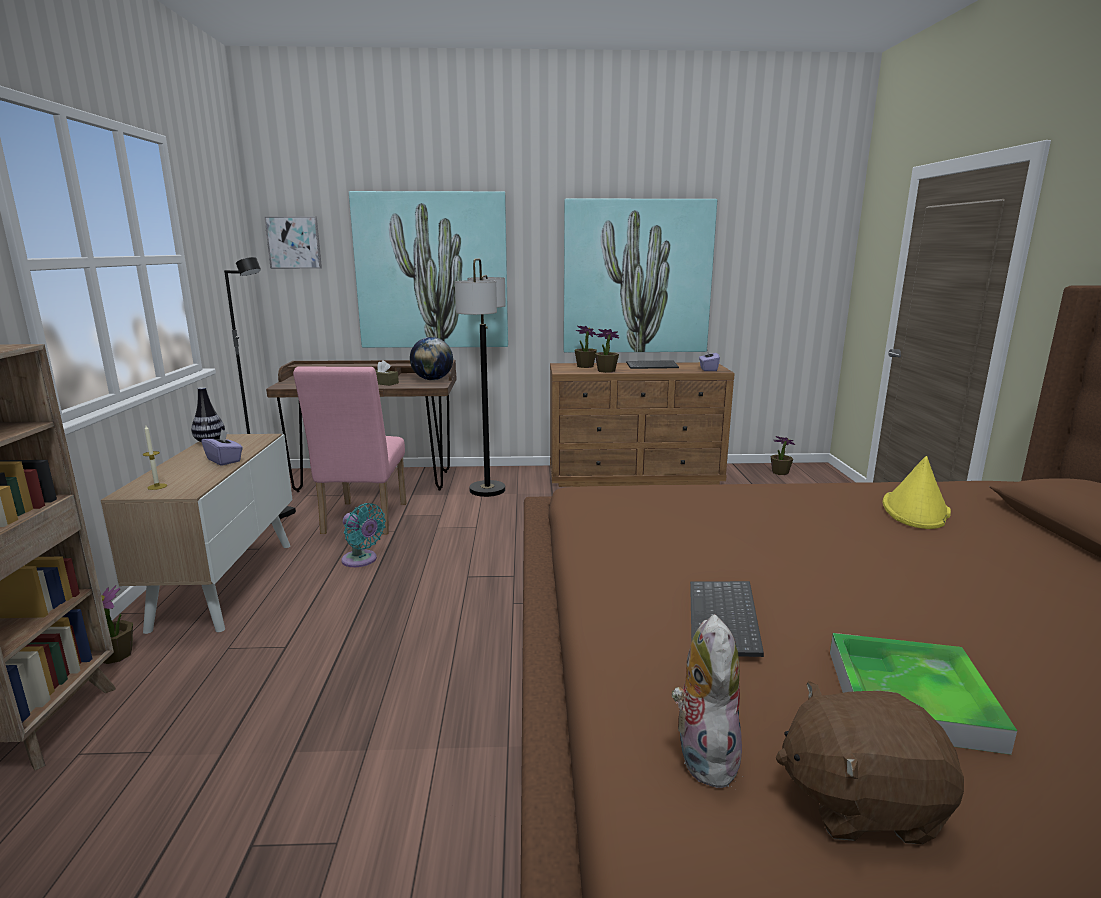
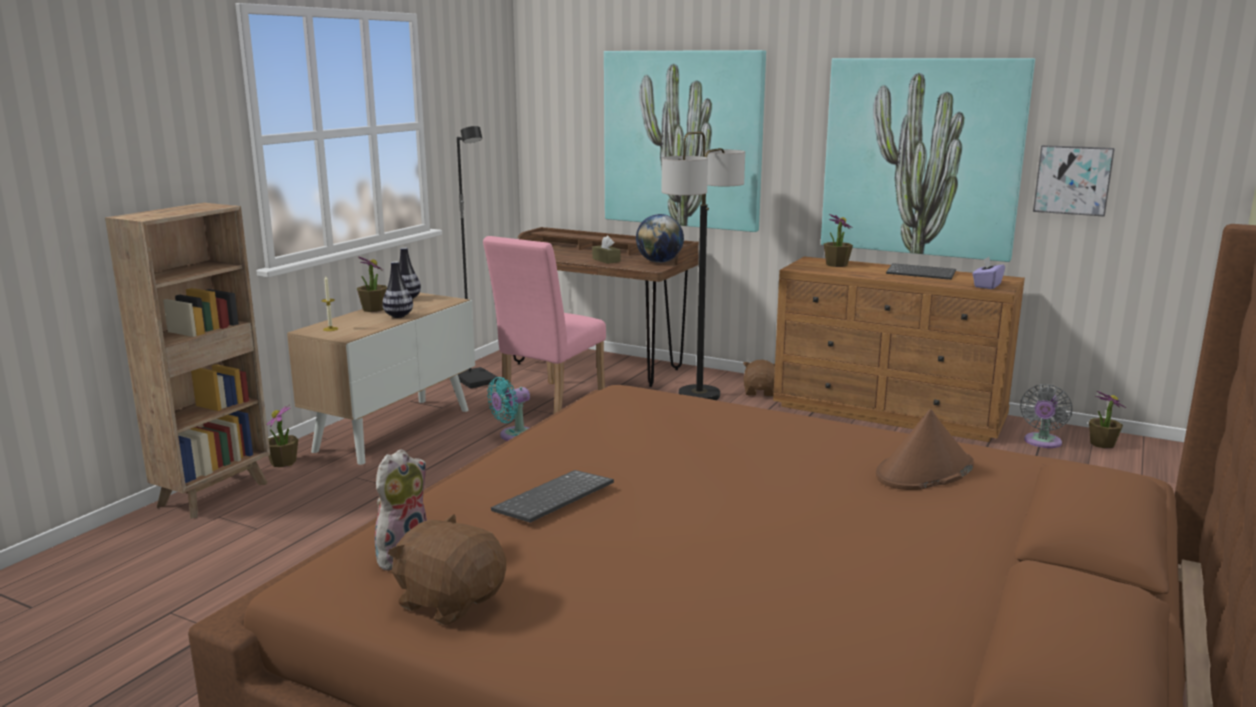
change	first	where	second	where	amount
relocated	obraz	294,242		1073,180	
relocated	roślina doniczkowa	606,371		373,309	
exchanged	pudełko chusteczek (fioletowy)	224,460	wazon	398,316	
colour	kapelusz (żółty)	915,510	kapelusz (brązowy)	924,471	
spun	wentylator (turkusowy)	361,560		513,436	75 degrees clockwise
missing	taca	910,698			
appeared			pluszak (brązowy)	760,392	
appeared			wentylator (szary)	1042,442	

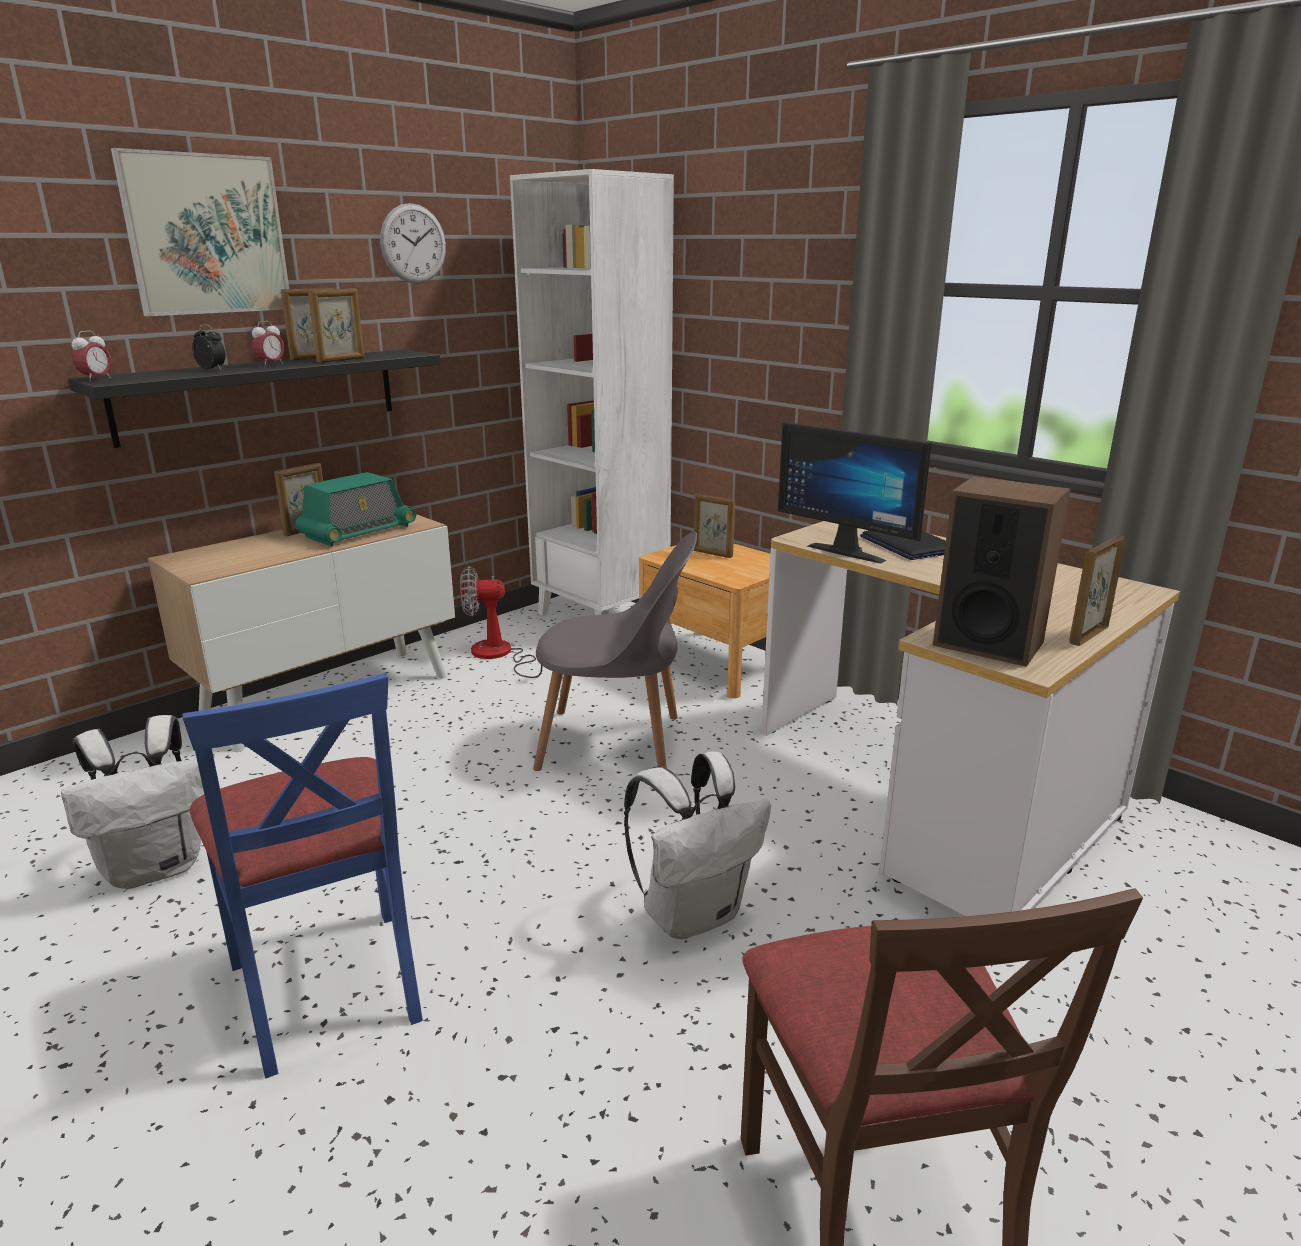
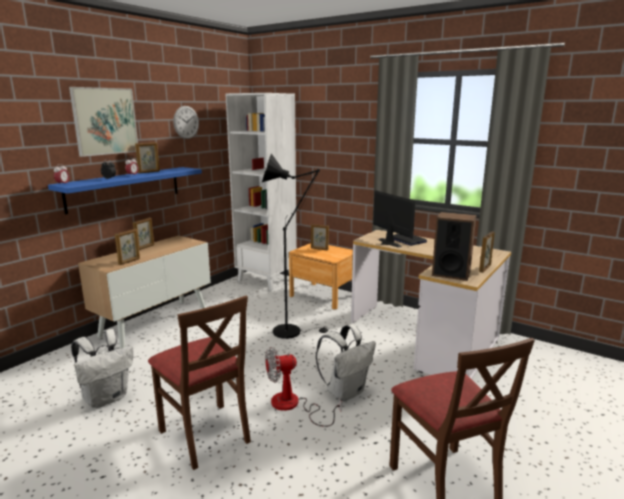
change	first	where	second	where	amount
relocated	ramka na zdjęcie	341,360		129,261	
colour	półka (czarny)	261,395	półka (niebieski)	125,188	
spun	monitor	850,550		386,243	150 degrees counterclockwise
missing	radio	358,532			
exchanged	krzesło (szary)	617,743	lampa stojąca (czarny)	292,331	
relocated	wentylator	500,655		293,406	
colour	krzesło (niebieski)	328,987	krzesło (brązowy)	205,434	

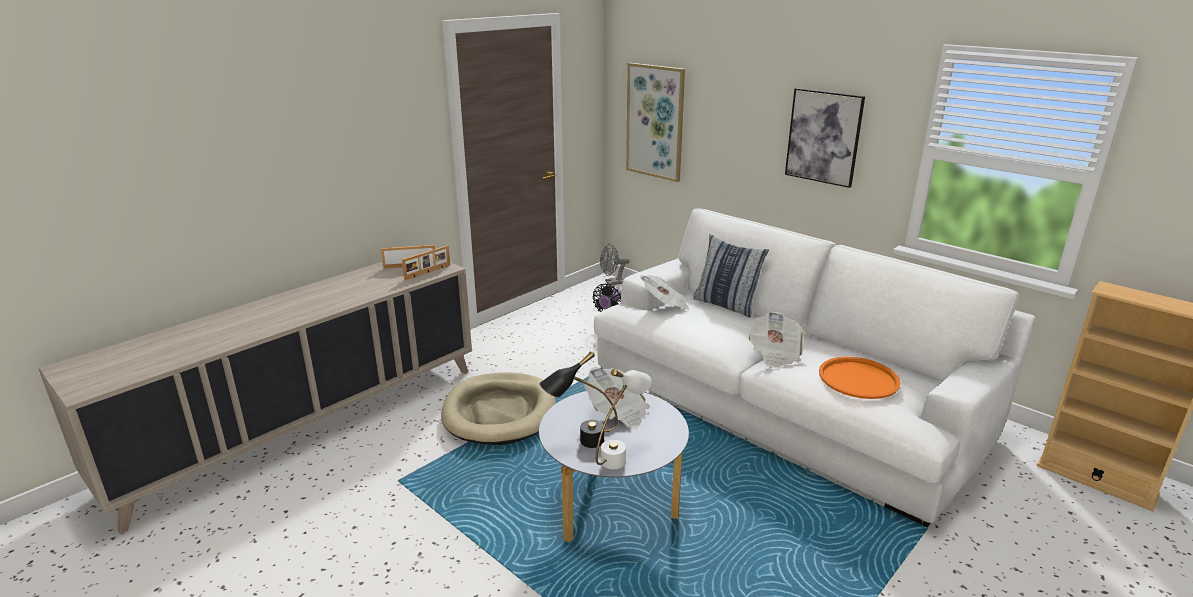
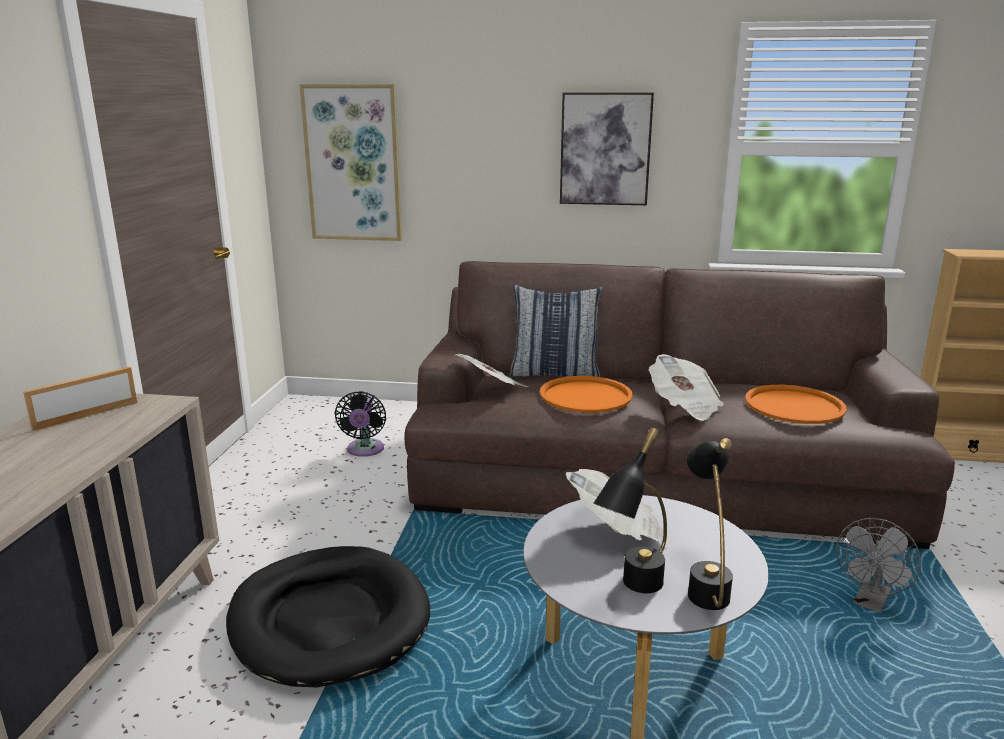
change	first	where	second	where	amount
colour	kanapa (biały)	784,400	kanapa (brązowy)	655,473	
relocated	wentylator (szary)	612,283		870,603	
missing	ramka na zdjęcie	428,272			
colour	lampa stołowa (biały)	620,455	lampa stołowa (czarny)	704,584	
colour	legowisko (beżowy)	500,412	legowisko (czarny)	329,620	
appeared			taca (pomarańczowy)	586,396	

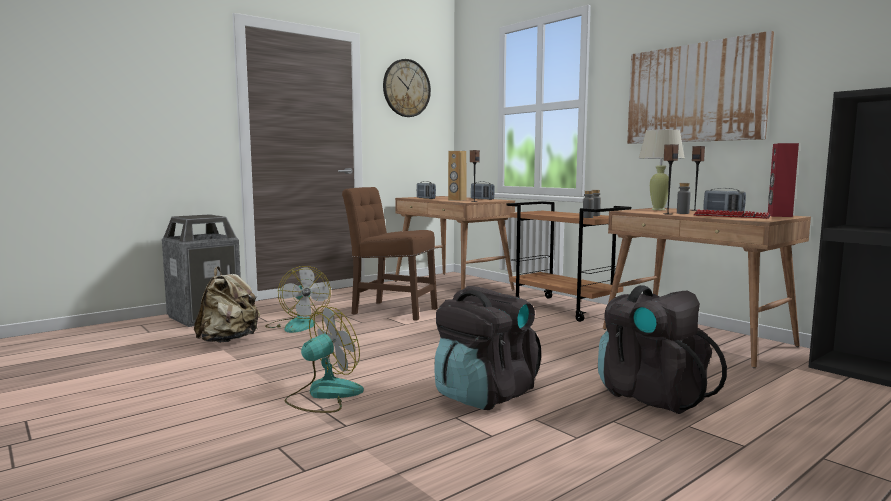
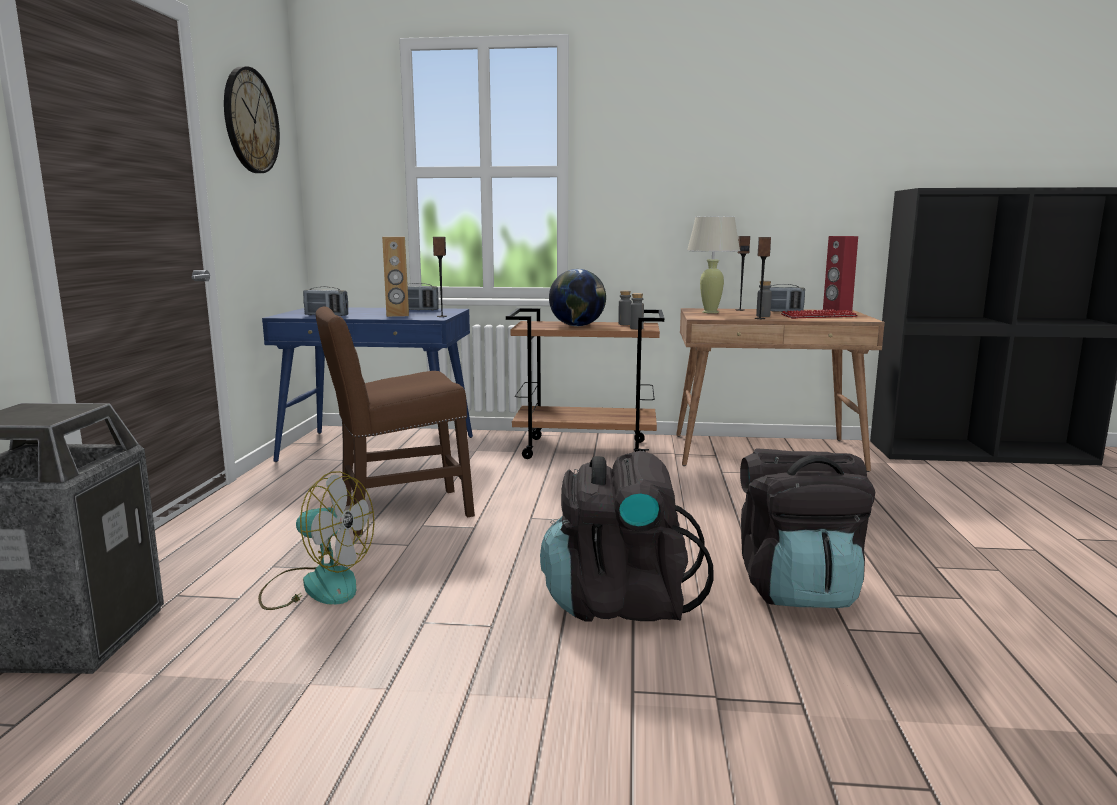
change	first	where	second	where	amount
missing	obraz	694,93			
colour	biurko (brązowy)	453,286	biurko (niebieski)	379,449	
missing	plecak (beżowy)	228,340			
relocated	plecak (czarny)	651,395		620,603	
missing	wentylator	324,395			
appeared			globus	577,326	

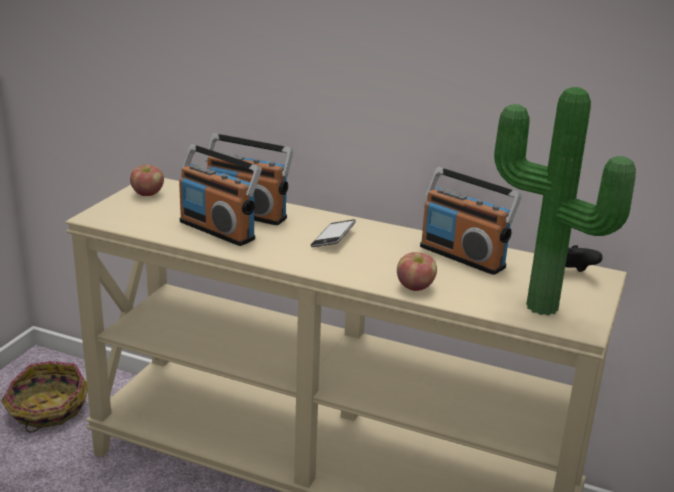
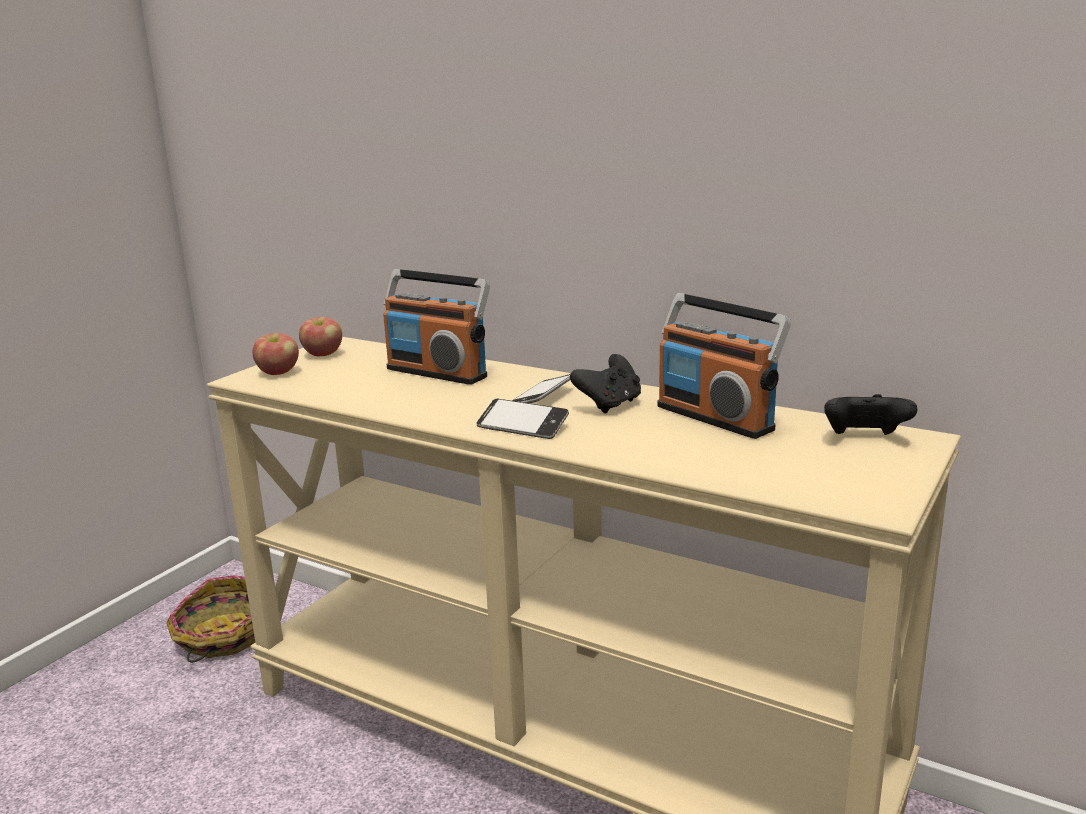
change	first	where	second	where	amount
missing	roślina doniczkowa	539,310			
missing	radio	218,230			
relocated	jabłko	415,287		278,372	
appeared			pad do gier (czarny)	609,405	
appeared			telefon	522,426	

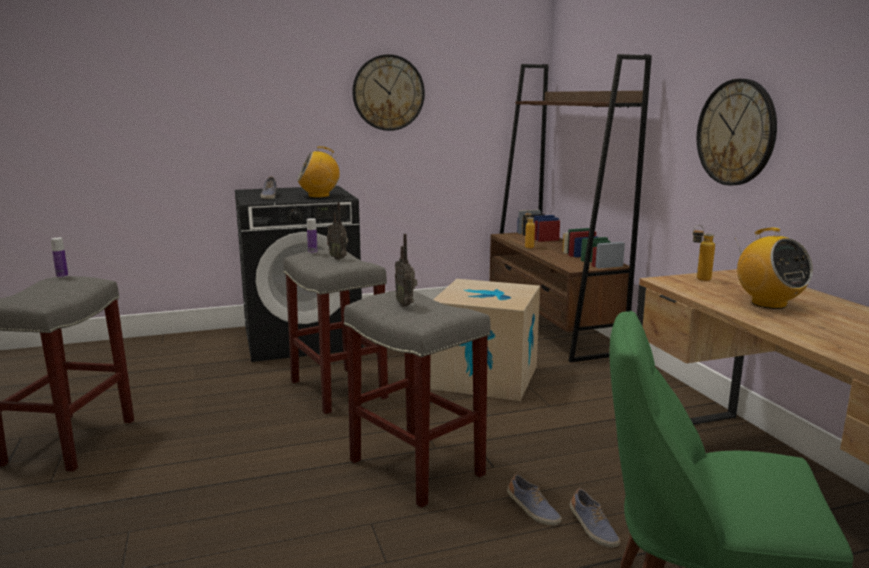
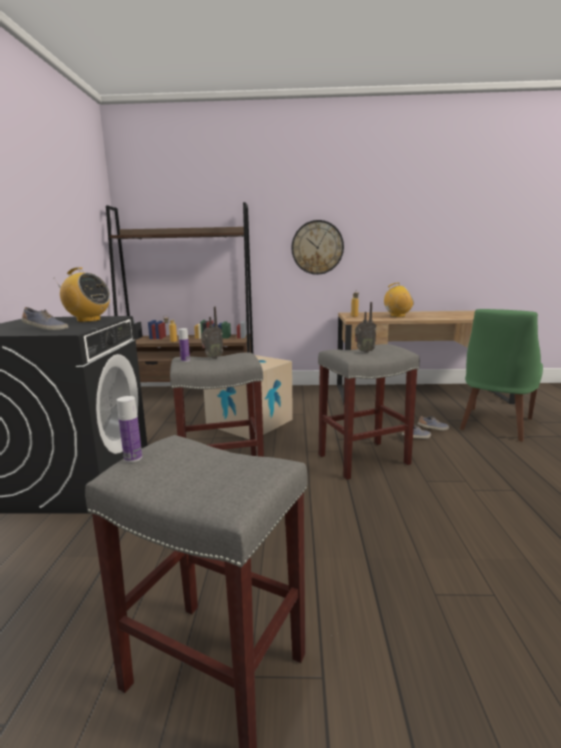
change	first	where	second	where	amount
missing	zegar ścienny	388,93			
spun	radio	319,196		88,320	75 degrees counterclockwise

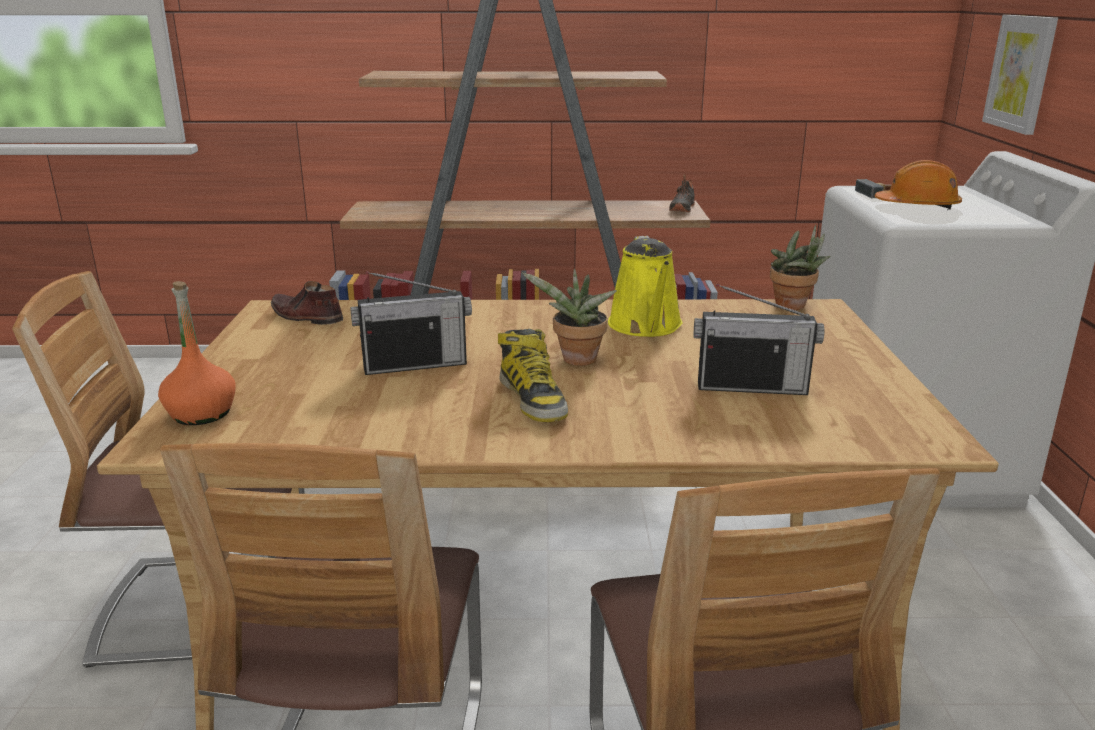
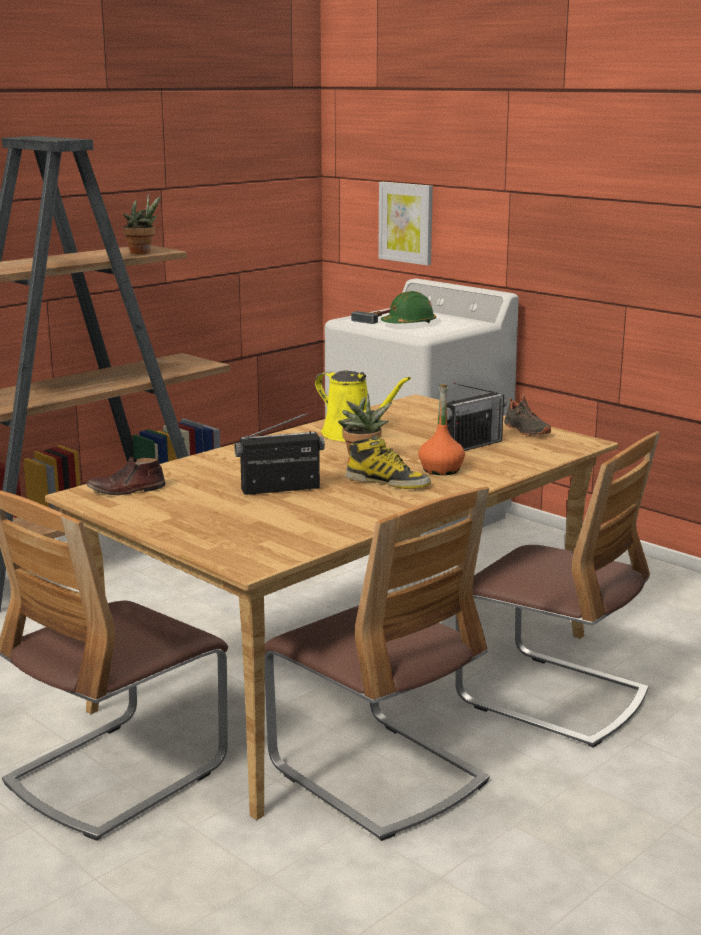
change	first	where	second	where	amount
colour	kask (pomarańczowy)	917,206	kask (zielony)	409,324	
relocated	but (czarny)	681,208		525,431	
relocated	roślina doniczkowa	793,307		143,253	
spun	radio	415,365		281,489	135 degrees counterclockwise
relocated	butelka (pomarańczowy)	202,413		441,470	

